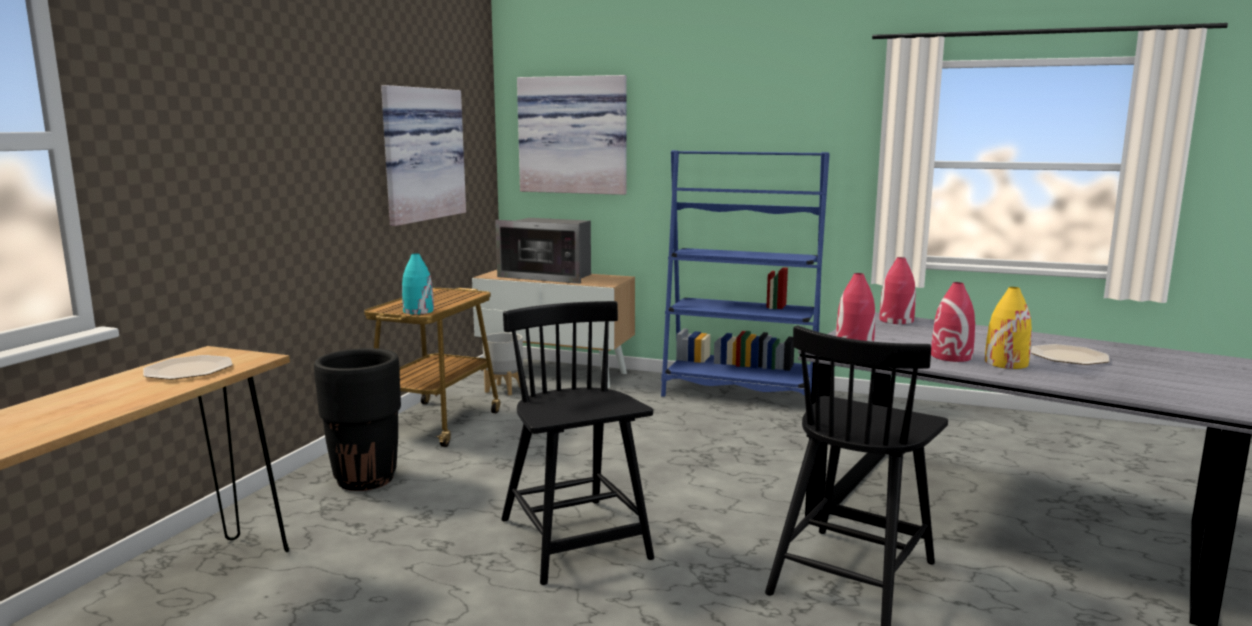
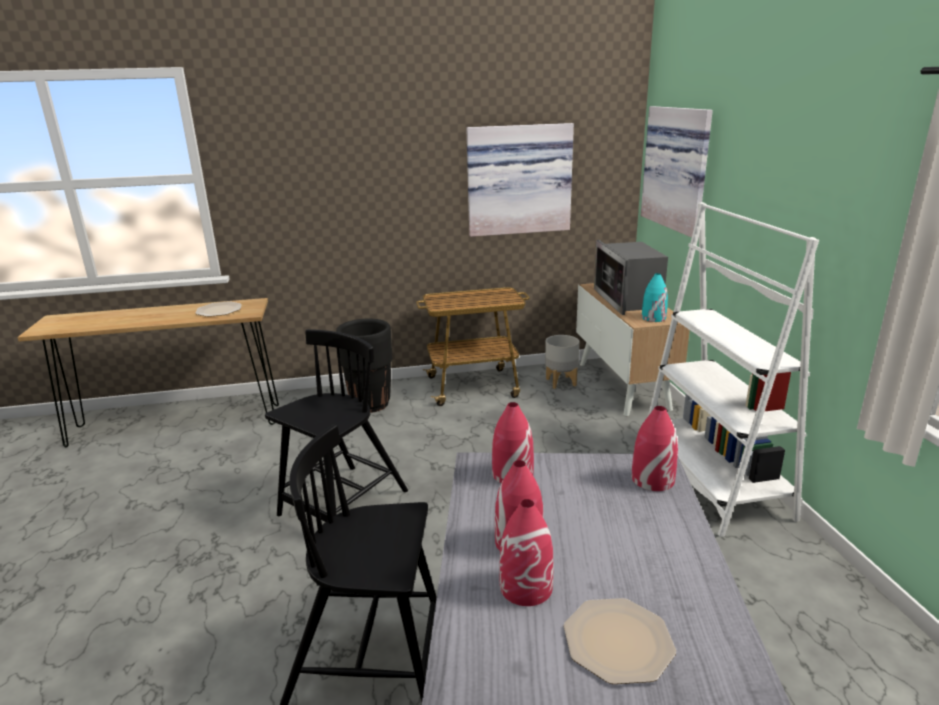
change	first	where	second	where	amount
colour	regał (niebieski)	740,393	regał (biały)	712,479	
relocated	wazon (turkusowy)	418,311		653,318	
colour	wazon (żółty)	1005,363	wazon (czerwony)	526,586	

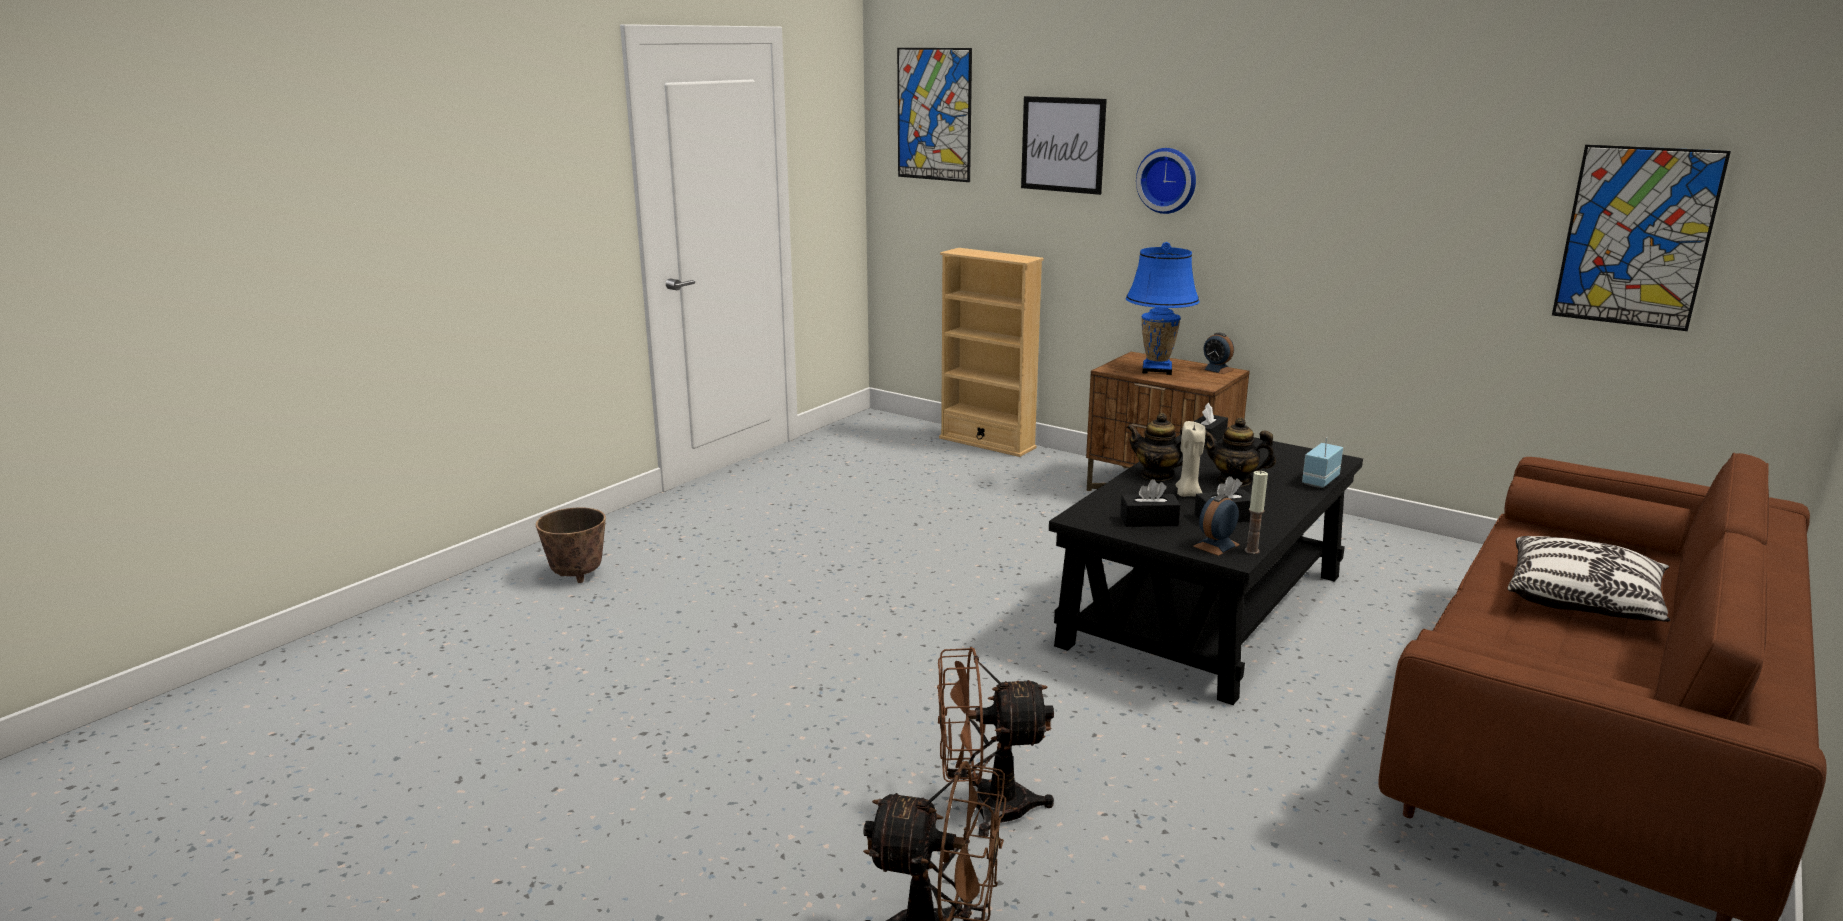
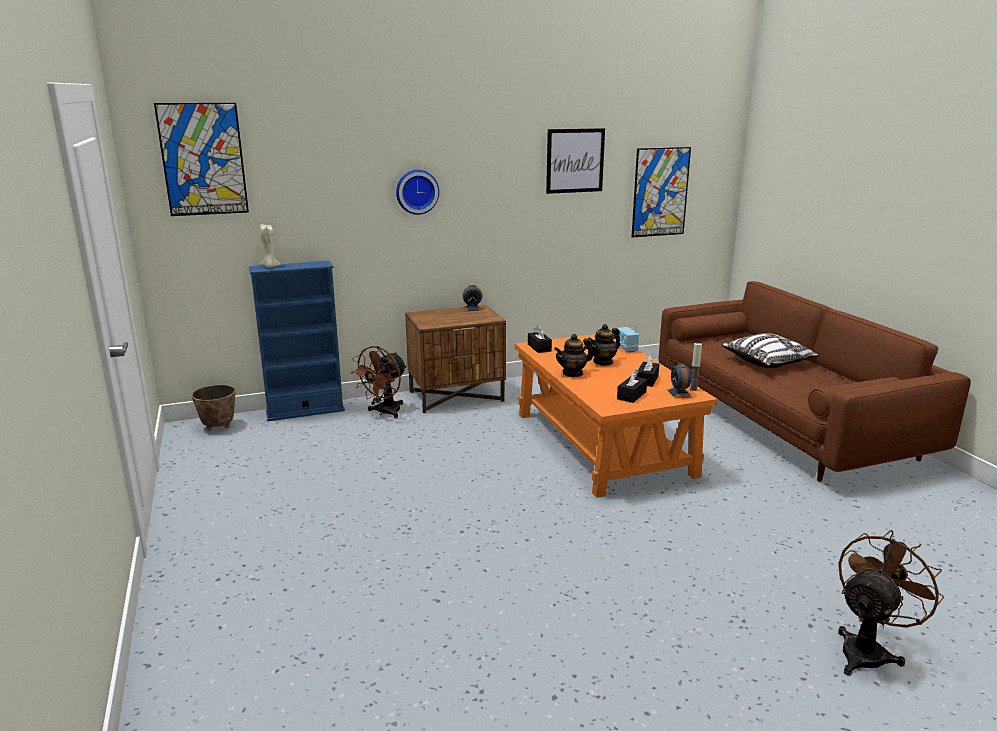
change	first	where	second	where	amount
relocated	obraz	1063,144		575,160	
missing	lampa stołowa (niebieski)	1156,370			
colour	regał (beżowy)	987,443	regał (niebieski)	305,411	
relocated	świeca (beżowy)	1187,494		270,267	
colour	ława (czarny)	1205,610	ława (pomarańczowy)	603,443	
relocated	donica	577,576		218,426	
relocated	wentylator (brązowy)	985,807		384,413	

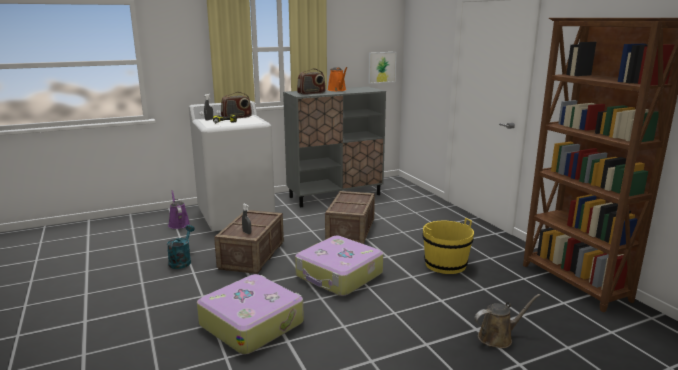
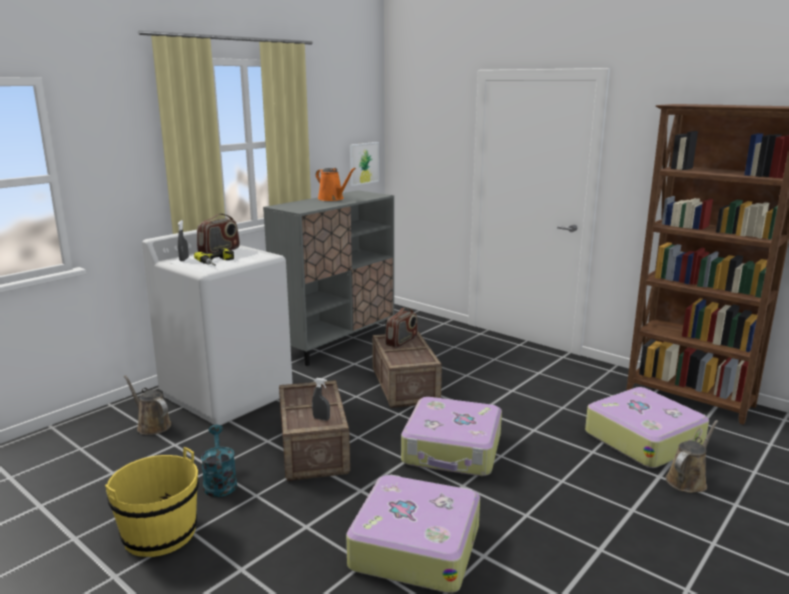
change	first	where	second	where	amount
relocated	radio	311,93		402,341	
colour	konewka (fioletowy)	178,224	konewka (brązowy)	152,425	
relocated	wiadro (żółty)	445,264		159,533	
appeared			walizka	643,438	

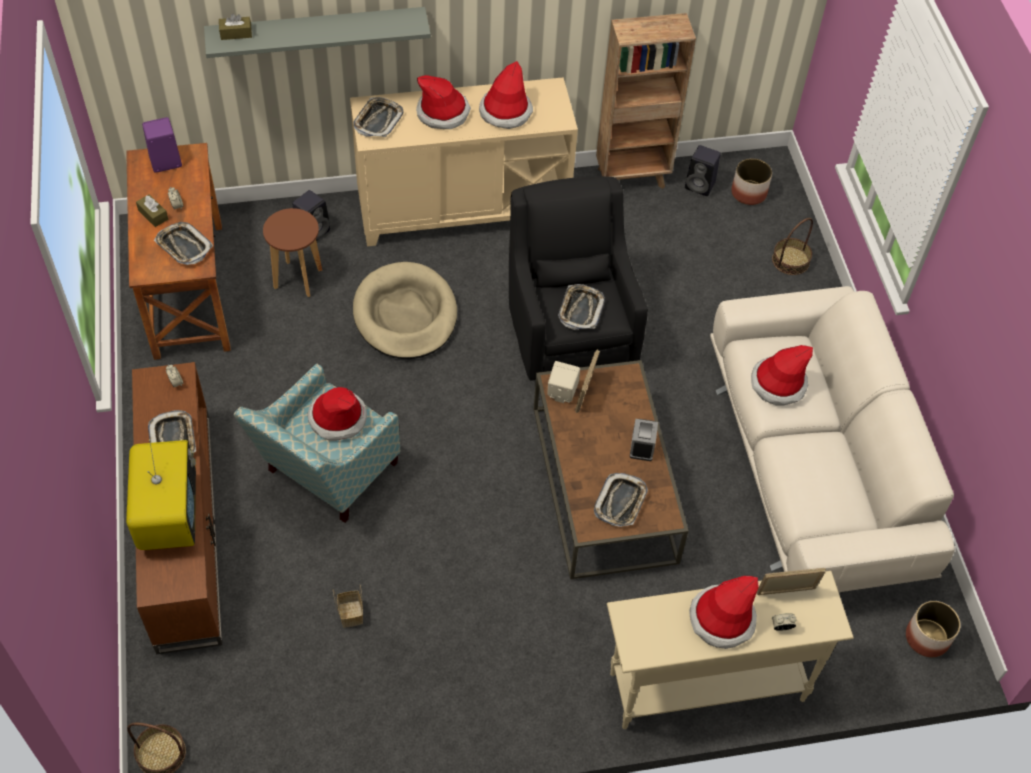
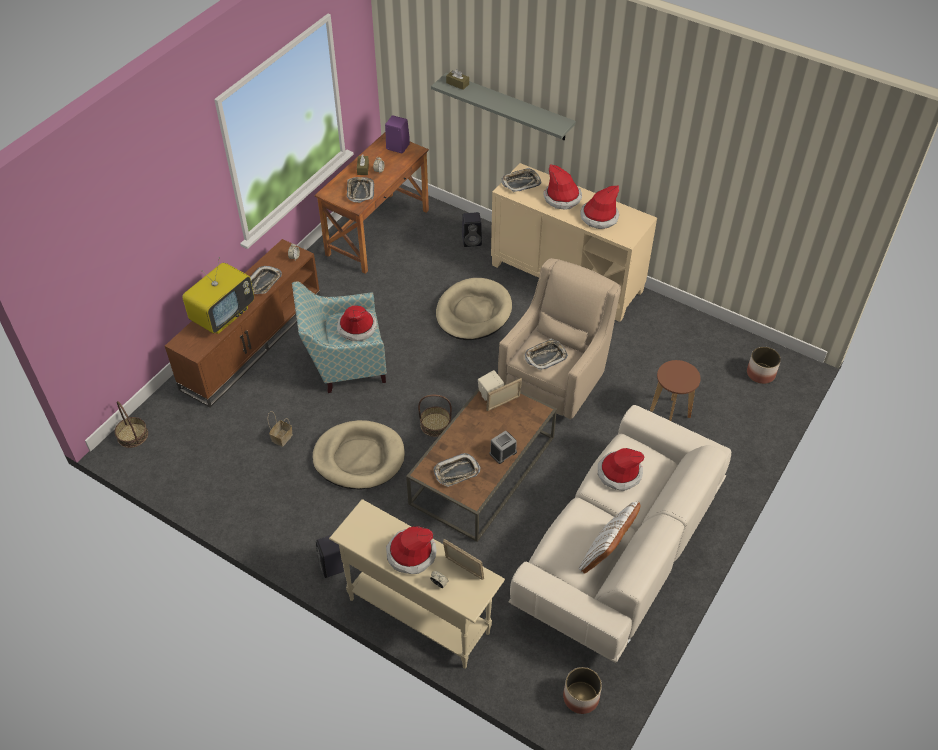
change	first	where	second	where	amount
missing	regał (brązowy)	632,178			
relocated	głośnik (czarny)	701,185		332,566	
colour	fotel (czarny)	569,330	fotel (beżowy)	556,378	
relocated	stołek (brązowy)	298,279		670,414	
relocated	koszyk	790,260		435,424	
appeared			legowisko (beżowy)	359,457	
appeared			poduszka (biały)	606,554	

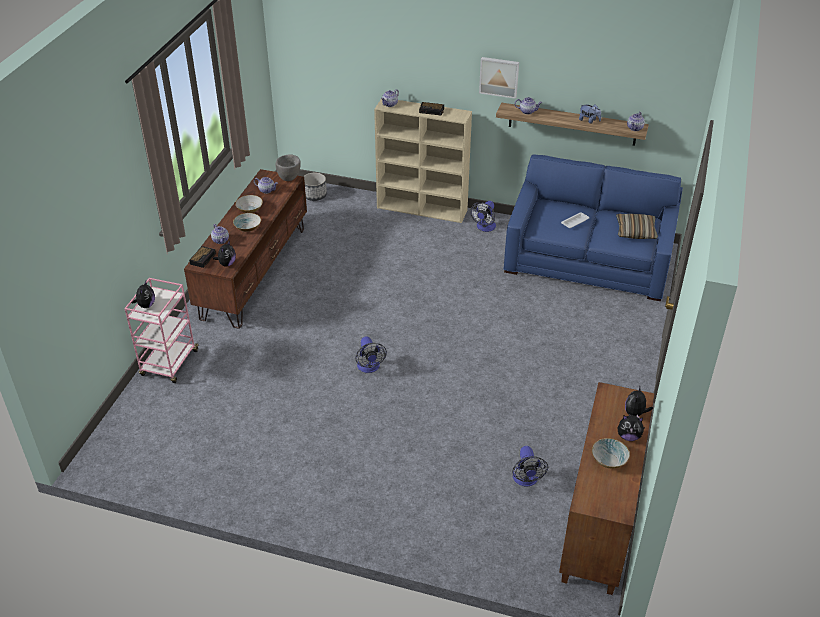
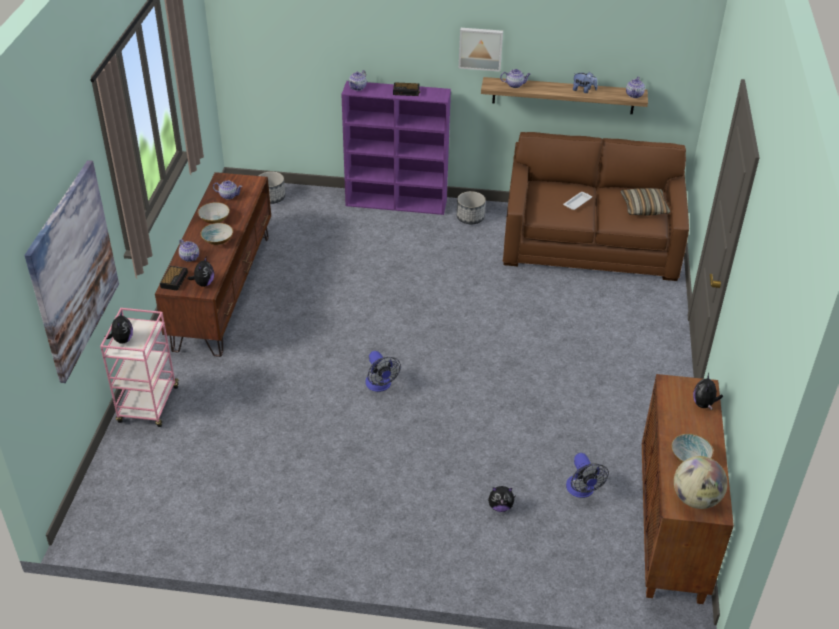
change	first	where	second	where	amount
colour	regał (beżowy)	423,209	regał (fioletowy)	397,203	
missing	miska (szary)	289,178			
colour	kanapa (niebieski)	589,258	kanapa (brązowy)	591,241	
exchanged	wentylator	484,228	donica	470,218	
relocated	pluszak	628,436		500,506	
appeared			obraz	73,270	
appeared			globus	695,499	

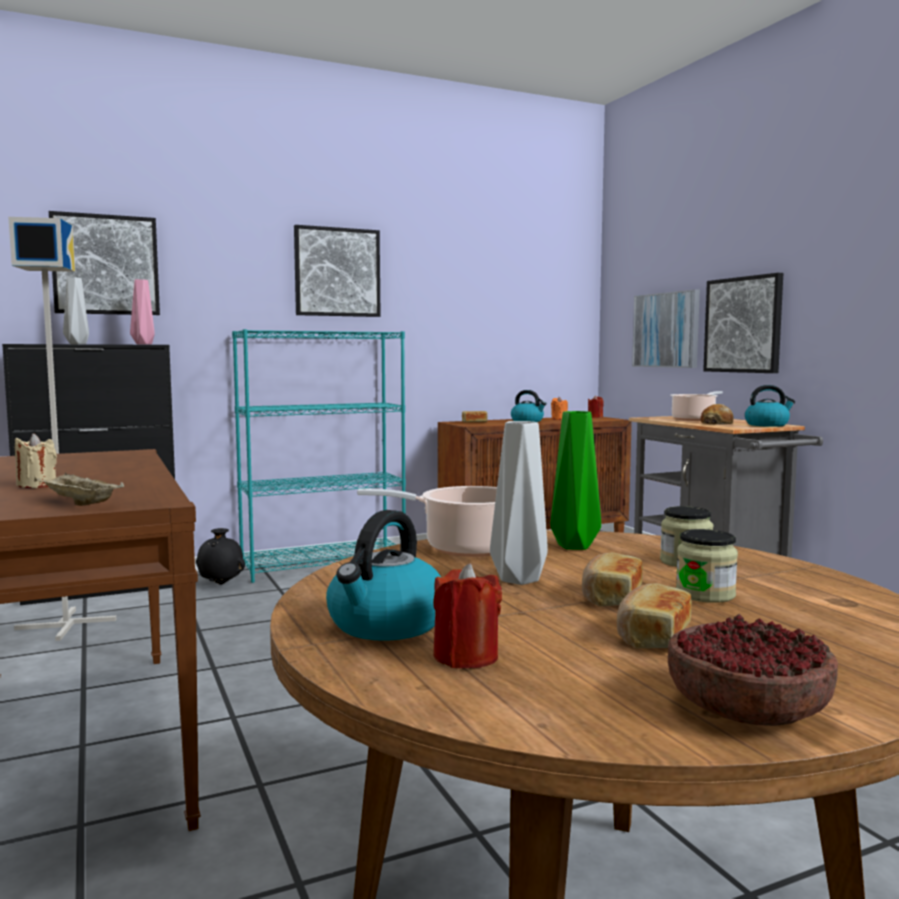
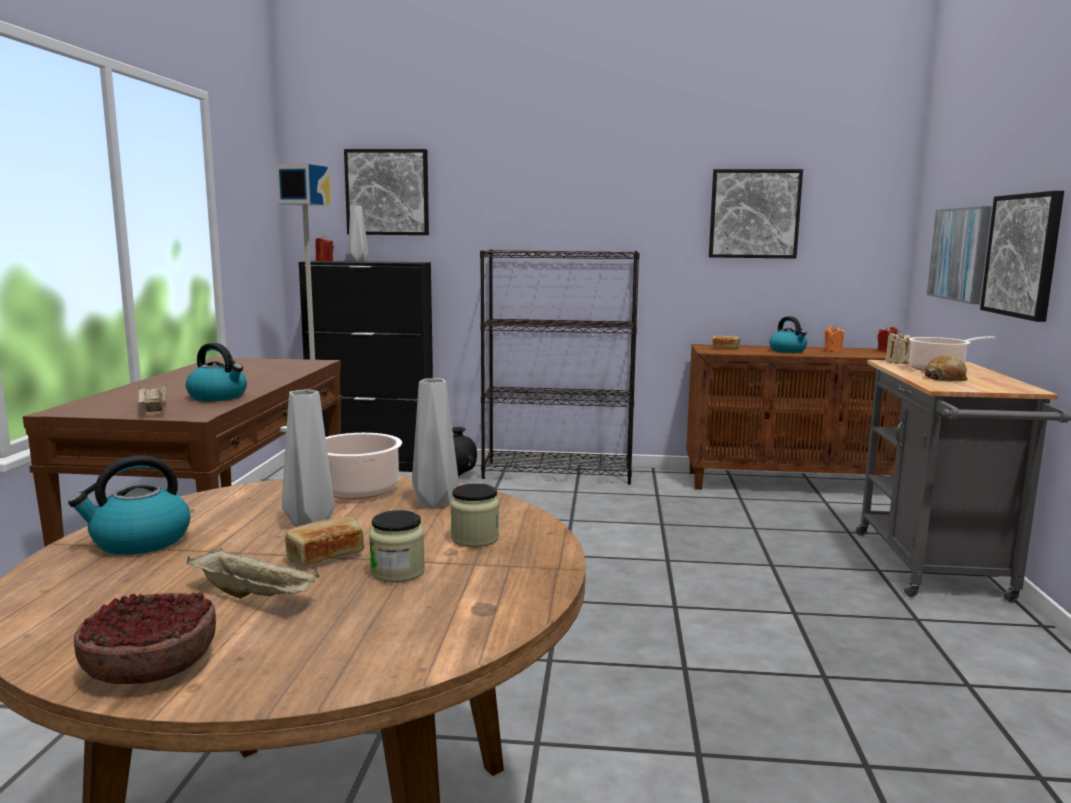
change	first	where	second	where	amount
relocated	obraz	337,272		754,214	
missing	wazon (różowy)	143,344			
colour	regał (turkusowy)	324,565	regał (czarny)	558,473	
relocated	czajnik	767,425		218,397	
colour	wazon (zielony)	577,546	wazon (szary)	436,504	
relocated	świeca (beżowy)	36,485		897,362	
relocated	świeca (czerwony)	466,657		324,261	
exchanged	chleb	651,636	taca (beżowy)	256,595	

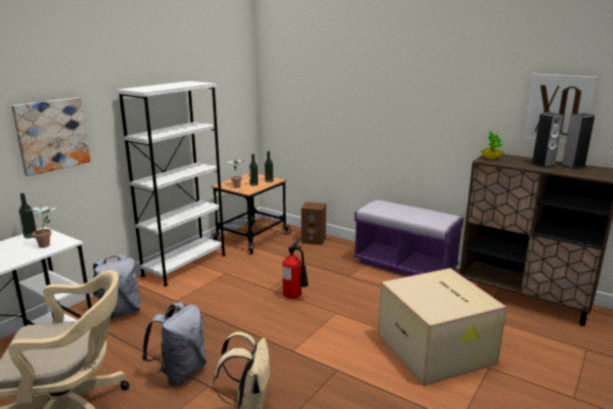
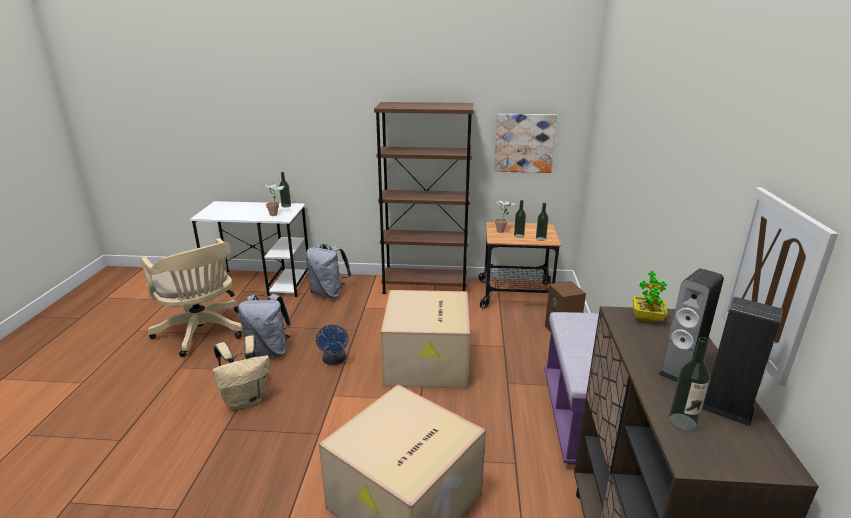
change	first	where	second	where	amount
colour	regał (biały)	185,265	regał (brązowy)	425,286	
relocated	obraz	52,135		524,143	
exchanged	gaśnica	295,296	karton	428,363	
appeared			wentylator (niebieski)	334,361	
appeared			butelka	682,422	

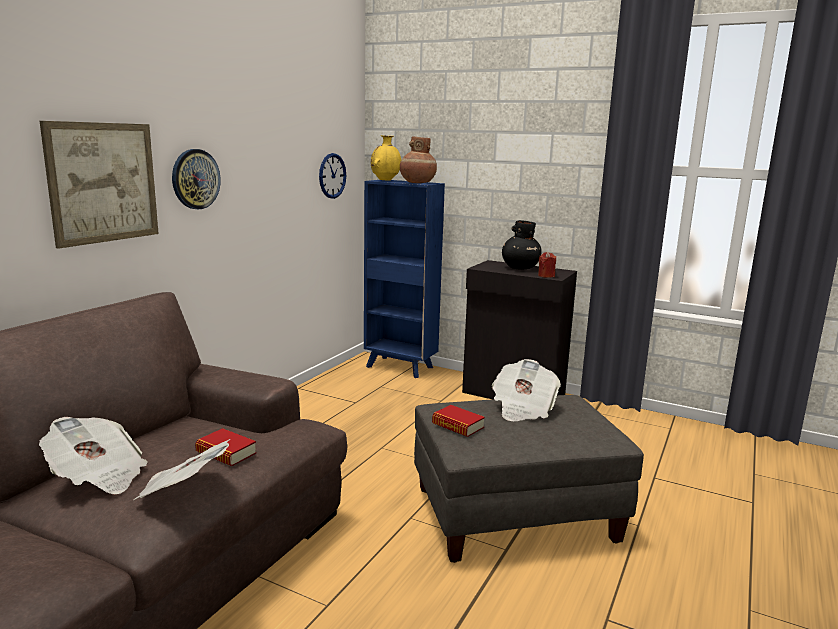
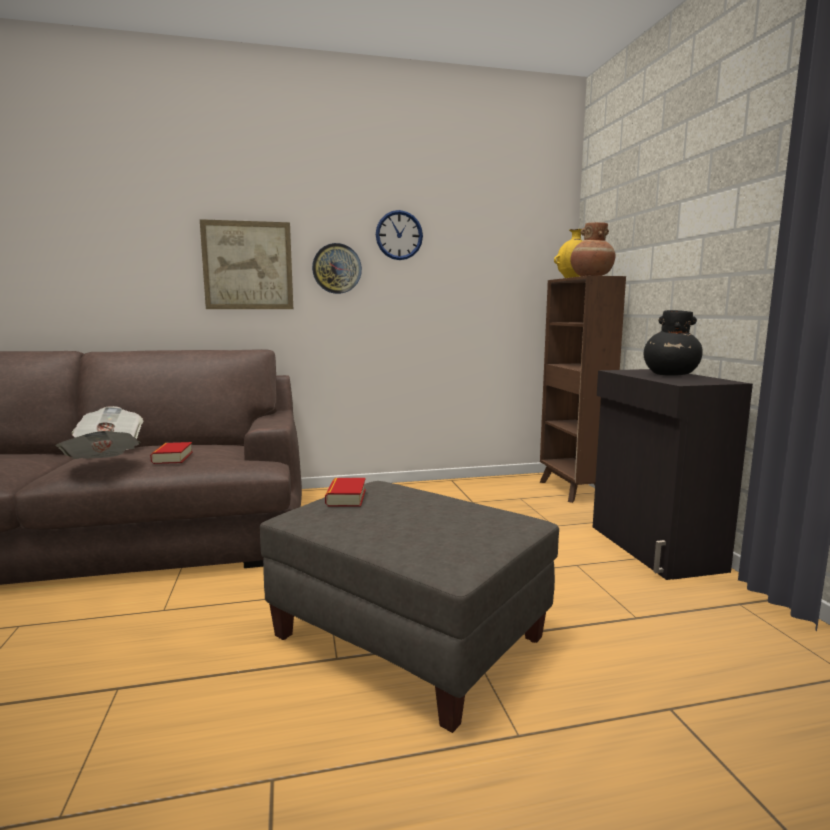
change	first	where	second	where	amount
relocated	zegar ścienny	332,176		399,235	
colour	regał (niebieski)	400,367	regał (brązowy)	572,490	
missing	świeca (czerwony)	546,276			
missing	gazeta	523,408			

